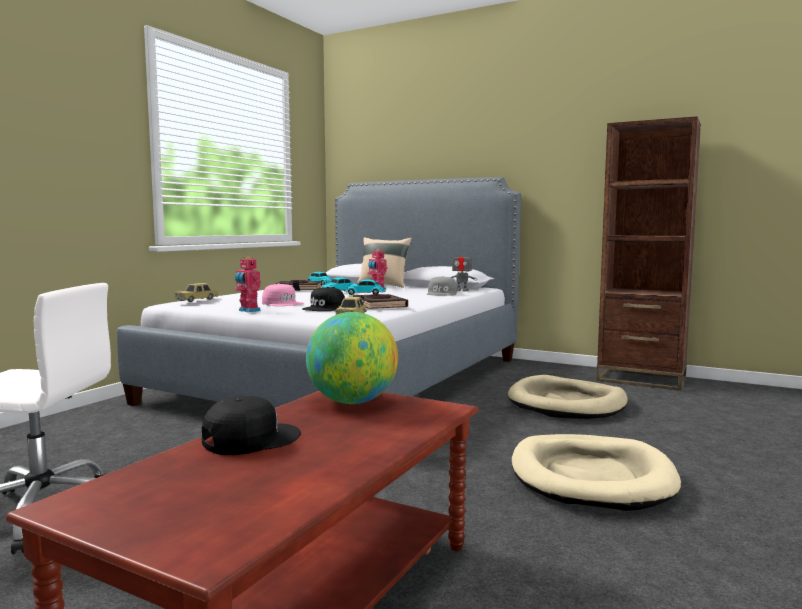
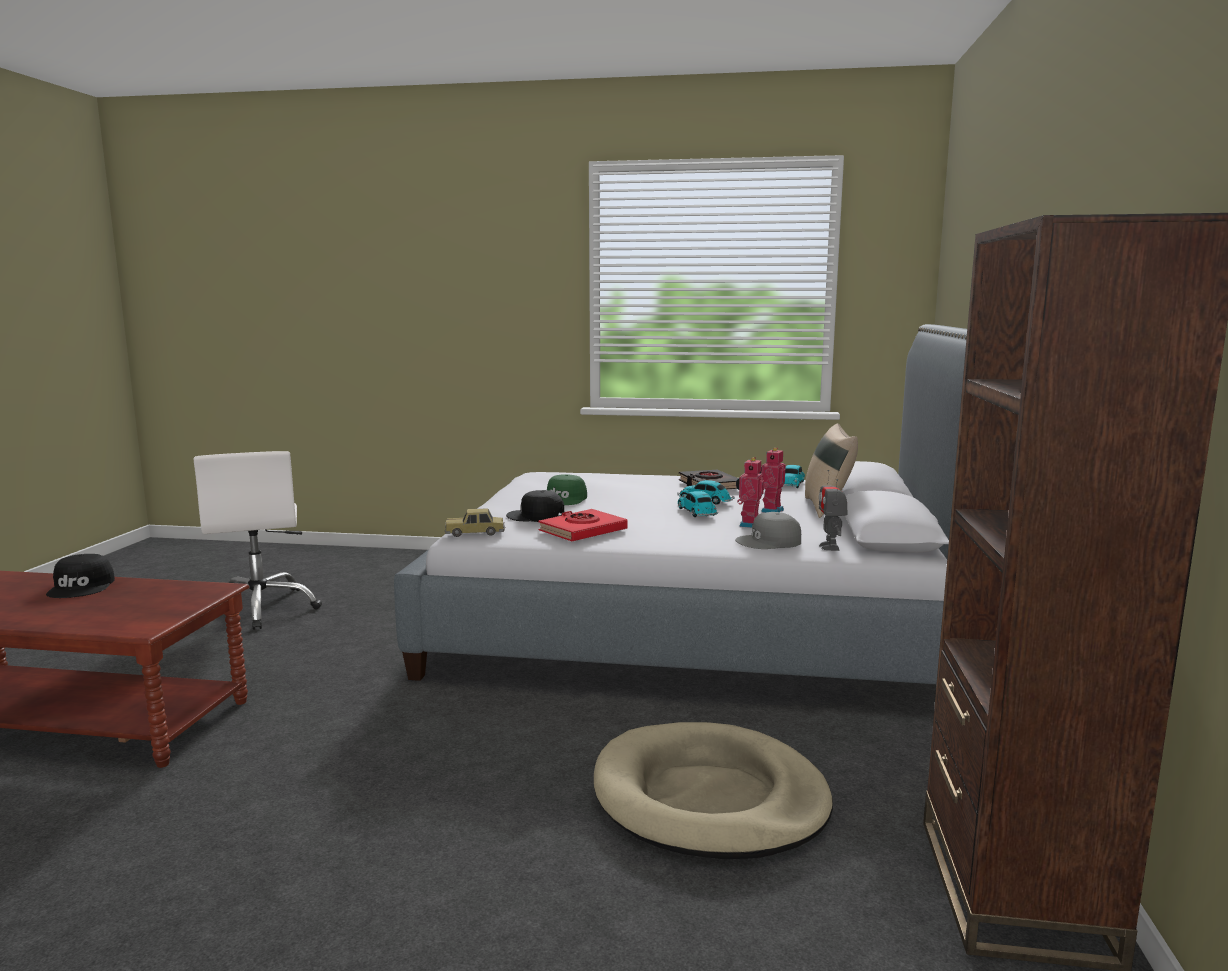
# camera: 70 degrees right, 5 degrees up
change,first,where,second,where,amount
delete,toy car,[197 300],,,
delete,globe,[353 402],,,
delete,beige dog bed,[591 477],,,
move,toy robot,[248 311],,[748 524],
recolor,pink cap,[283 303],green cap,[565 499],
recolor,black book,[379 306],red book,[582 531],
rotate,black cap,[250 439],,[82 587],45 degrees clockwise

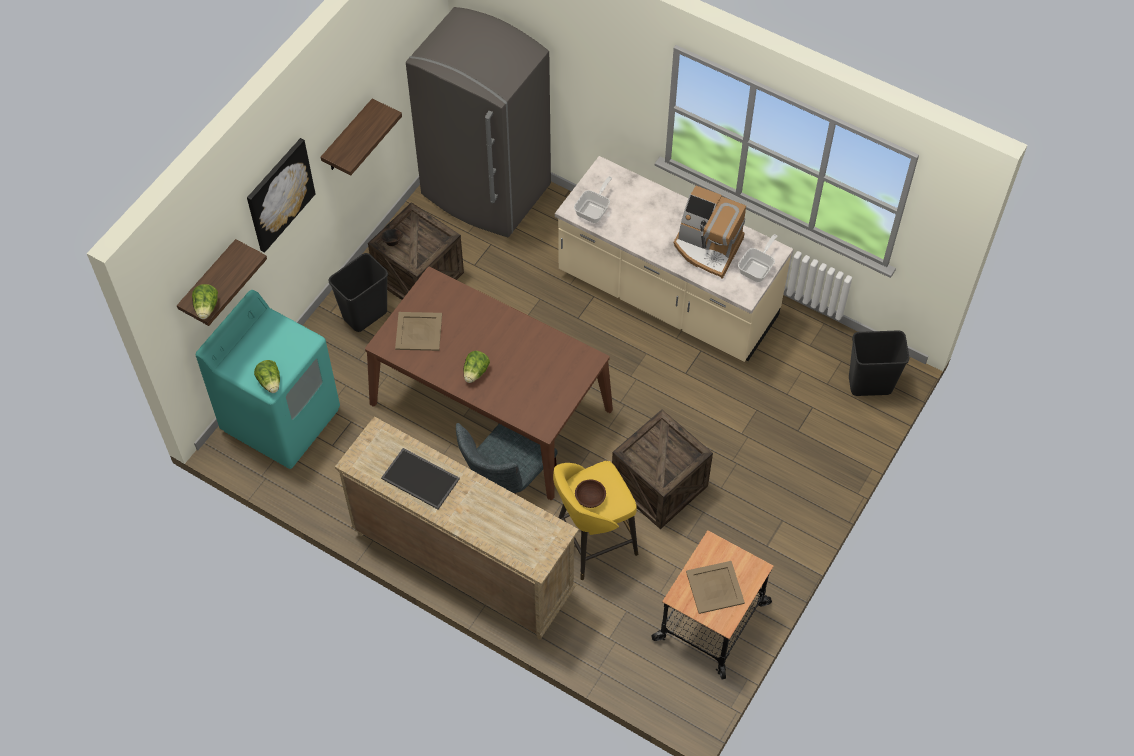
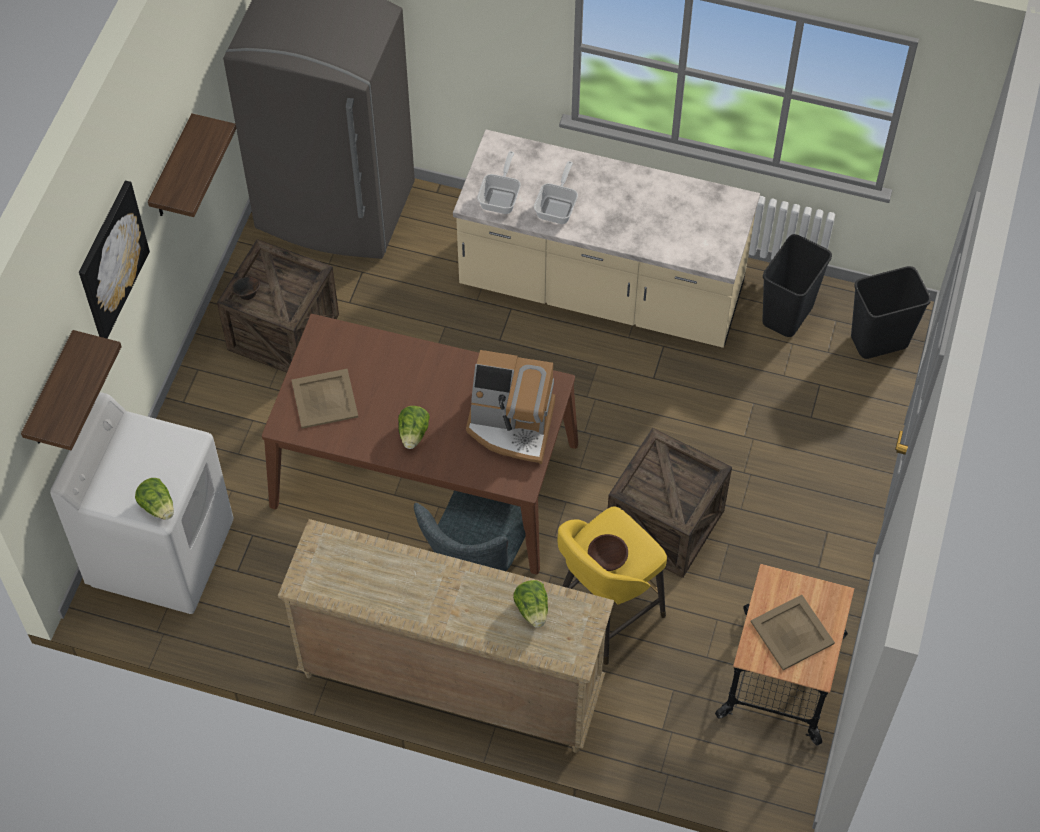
# camera: 15 degrees left, 0 degrees up
change,first,where,second,where,amount
delete,tray,[421 478],,,
move,lettuce,[207 308],,[532 610],
move,black trash can,[365 314],,[787 314],
move,coffee machine,[707 247],,[511 425],
move,frying pan,[758 268],,[558 207],
recolor,turquoise washing machine,[282 419],white washing machine,[162 552],

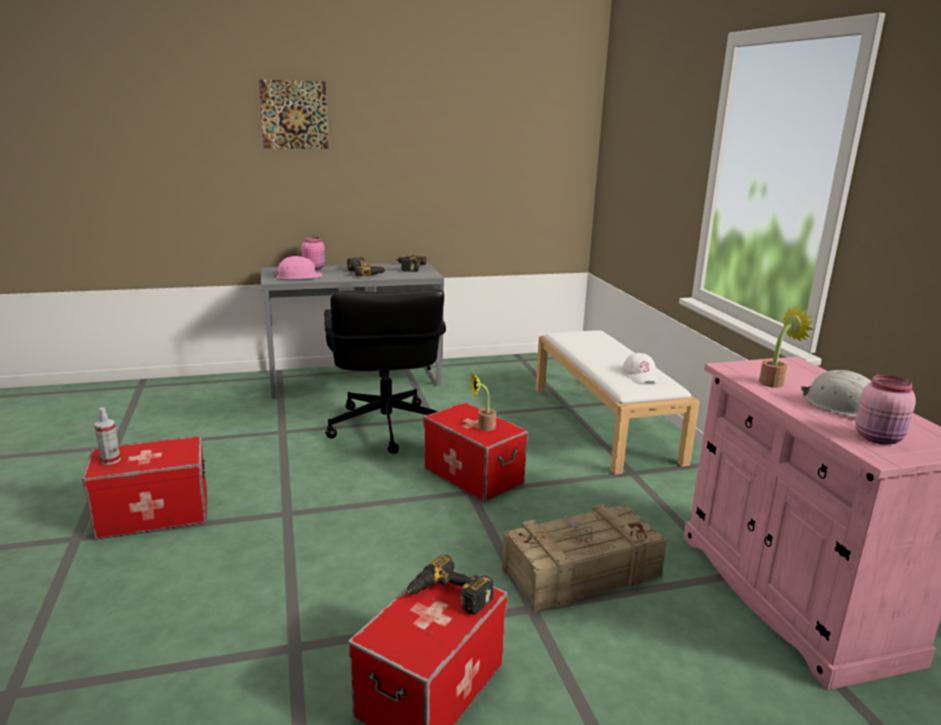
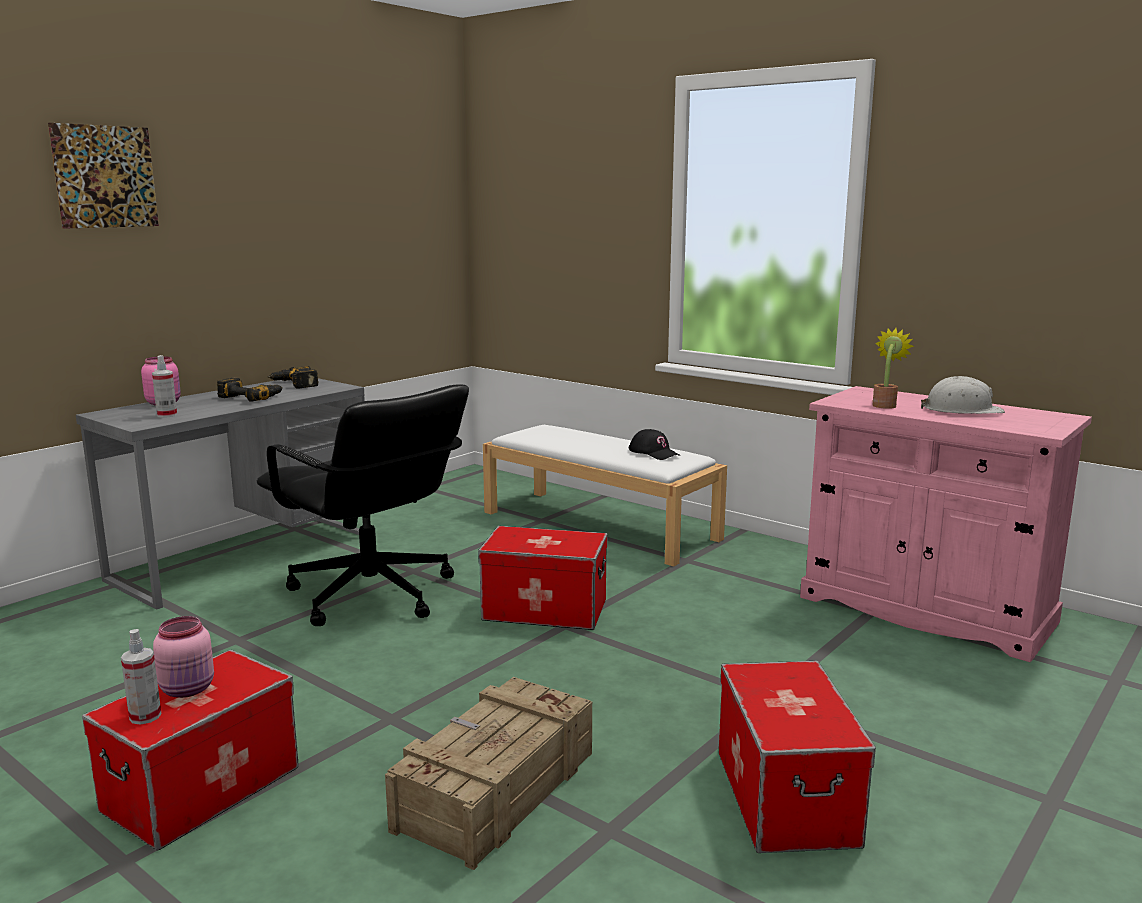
# camera: 35 degrees left, 5 degrees down
change,first,where,second,where,amount
delete,power drill,[448 596],,,
delete,potted plant,[482 427],,,
move,crate,[579 572],,[494 790],
move,pink jar,[879 438],,[189 689],
replace,pink hard hat,[298 276],spray bottle,[167 415],
recolor,white cap,[641 374],black cap,[654 453],

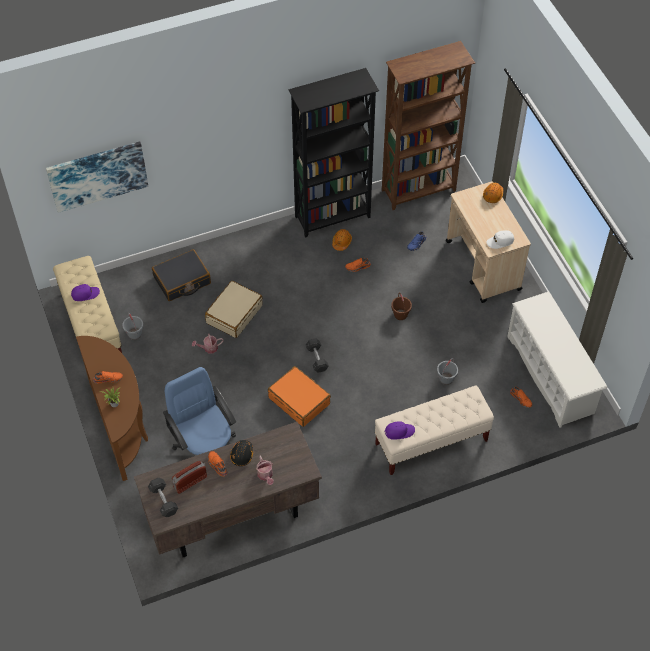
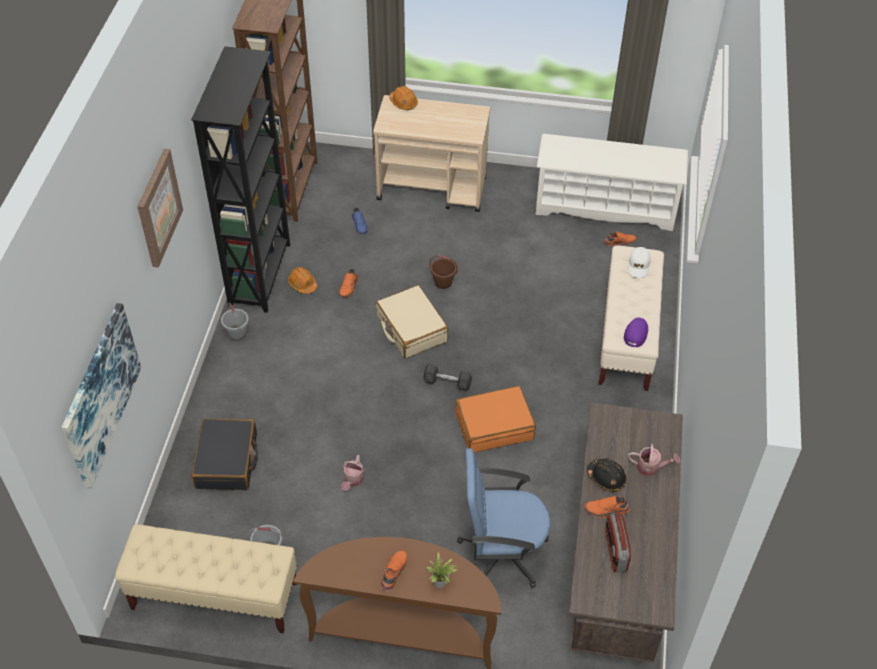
# camera: 60 degrees left, 5 degrees down
change,first,where,second,where,amount
delete,purple cap,[85 294],,,
delete,grey dumbbell,[163 500],,,
insert,,,picture,[158 207],
move,beige suitcase,[234 314],,[411 329],
move,grey bucket,[446 379],,[237 333],
move,white cap,[500 241],,[638 265],

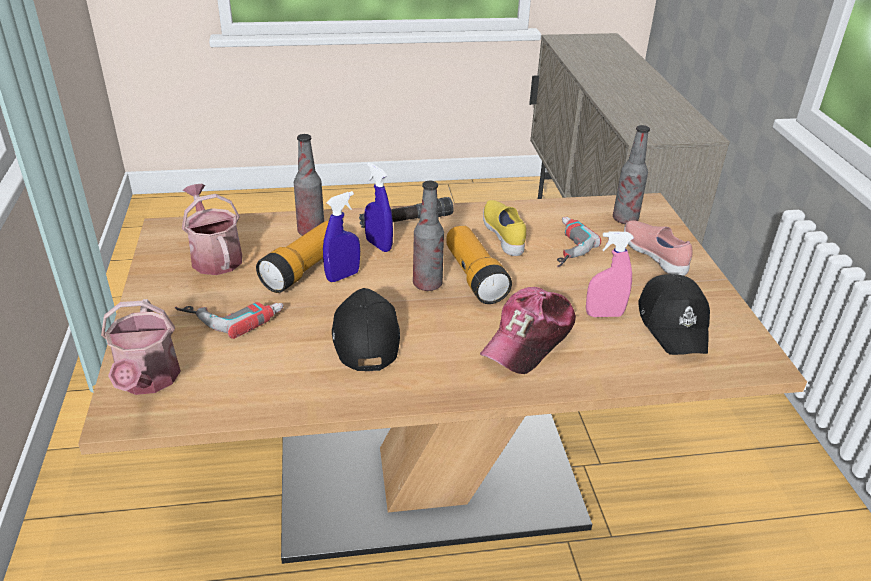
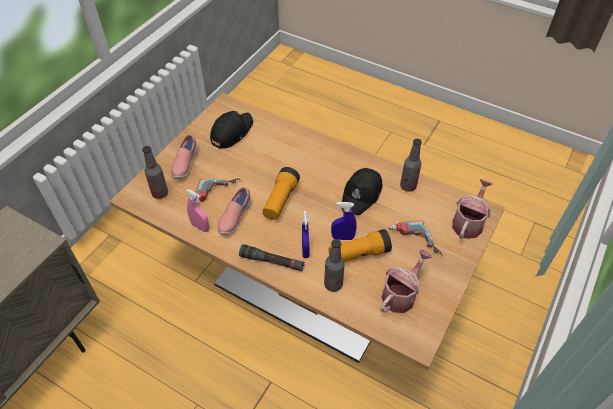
# camera: 140 degrees left, 15 degrees up
change,first,where,second,where,amount
delete,cap,[529 339],,,
move,bottle,[427 284],,[408 186],
move,pink spray bottle,[604 314],,[200 227],
recolor,yellow shoe,[504 236],pink shoe,[234 218],
rotate,watering can,[214 256],,[401 294],150 degrees counterclockwise

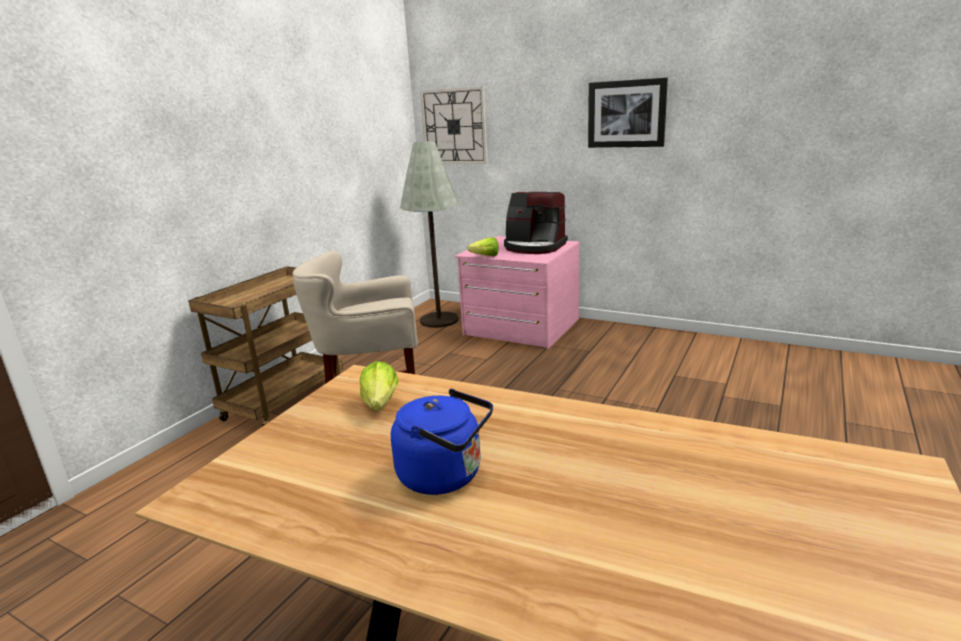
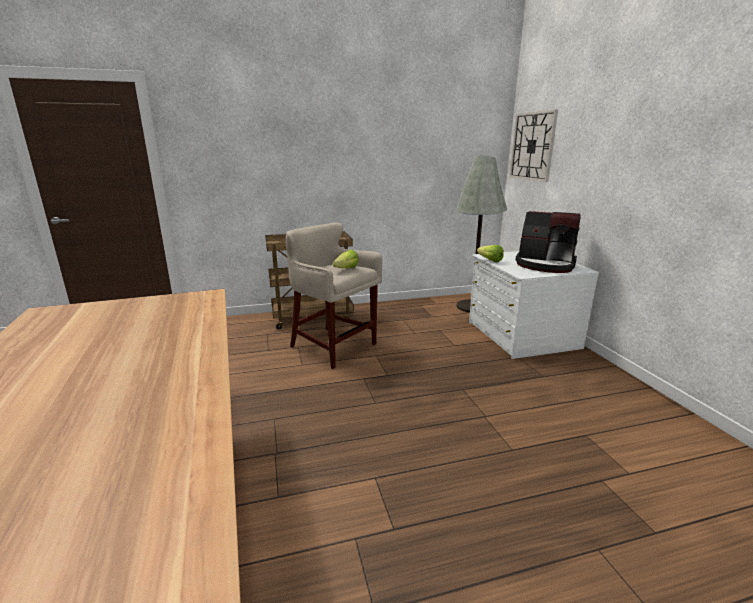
# camera: 45 degrees right, 0 degrees up
change,first,where,second,where,amount
delete,blue kettle,[445 476],,,
delete,picture,[626 114],,,
move,lettuce,[378 408],,[344 269],
recolor,pink dresser,[521 328],white dresser,[520 335],
rotate,coffee machine,[534 247],,[545 265],45 degrees counterclockwise

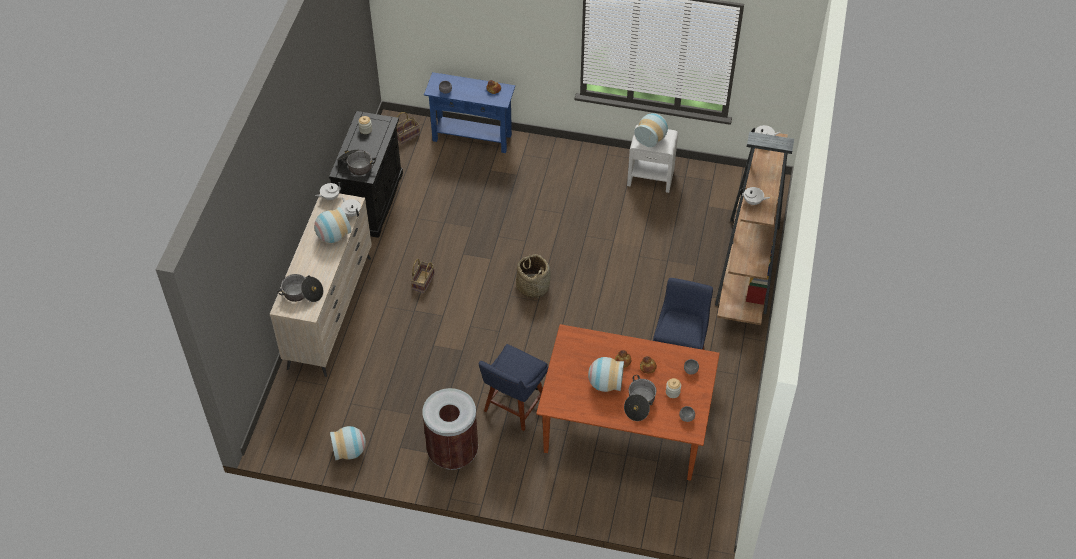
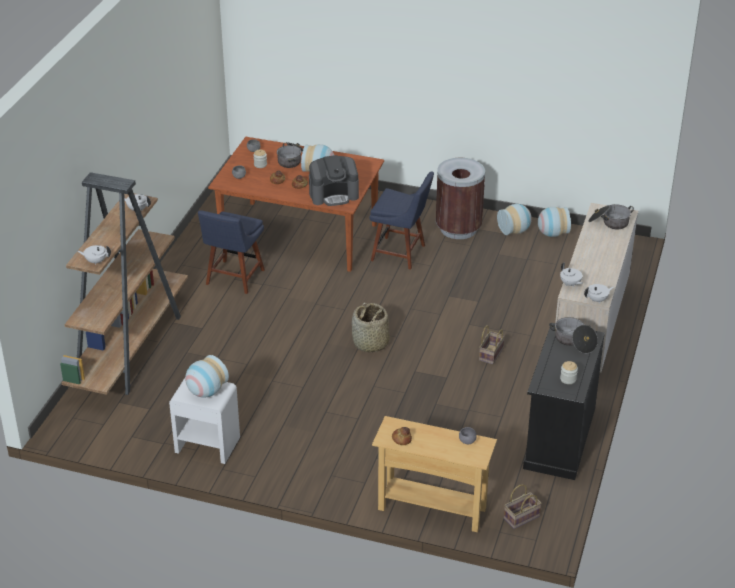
# camera: 175 degrees left, 15 degrees down
change,first,where,second,where,amount
insert,,,coffee machine,[334 194],
move,vase,[332 236],,[515 231],
recolor,blue console table,[472 138],beige console table,[432 508],
rotate,blue chair,[513 407],,[401 253],75 degrees clockwise

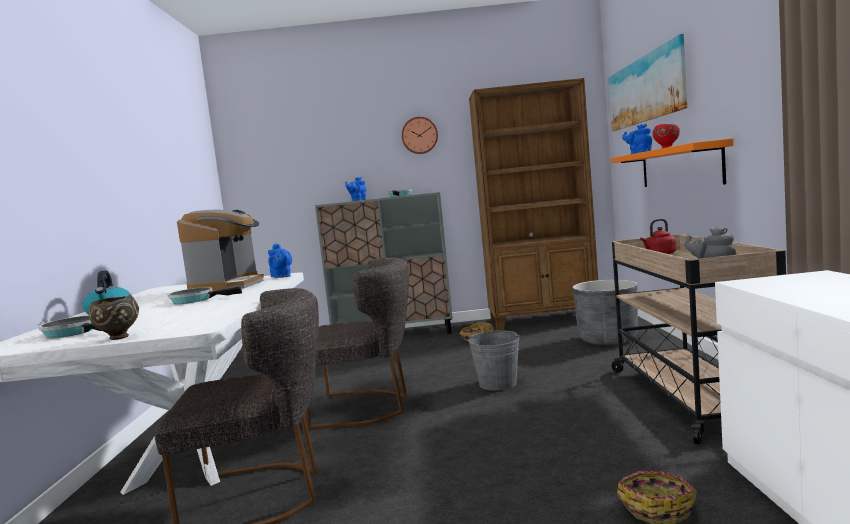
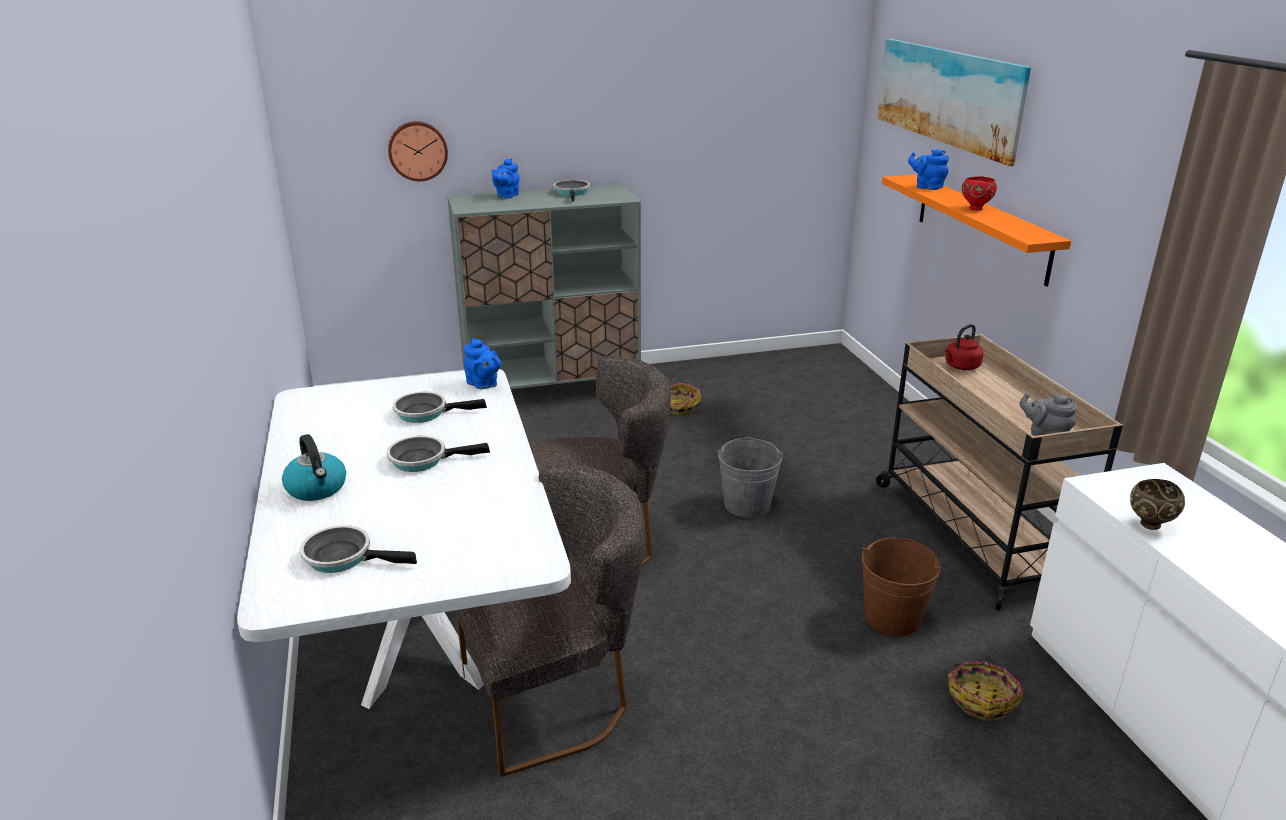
# camera: 15 degrees left, 20 degrees up
change,first,where,second,where,amount
delete,brown bookcase,[543 320],,,
delete,grey planter,[608 339],,,
insert,,,brown bucket,[892 618],
move,brown bowl,[117 338],,[1149 525],
move,wall clock,[419 135],,[417 150],
replace,coffee machine,[227 287],frying pan,[426 412],

